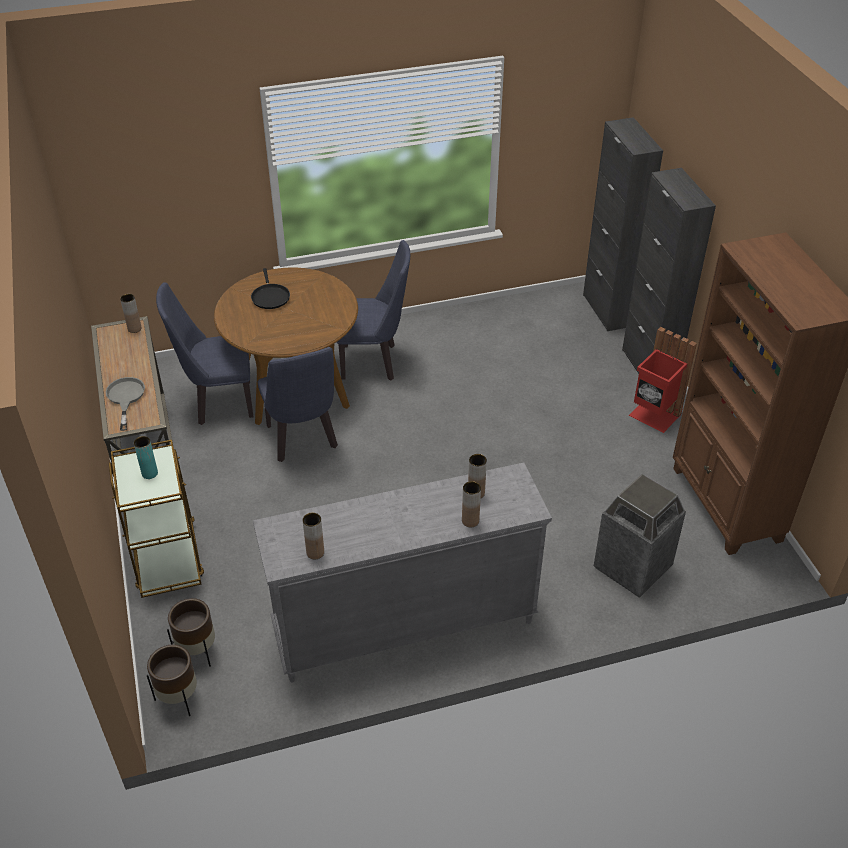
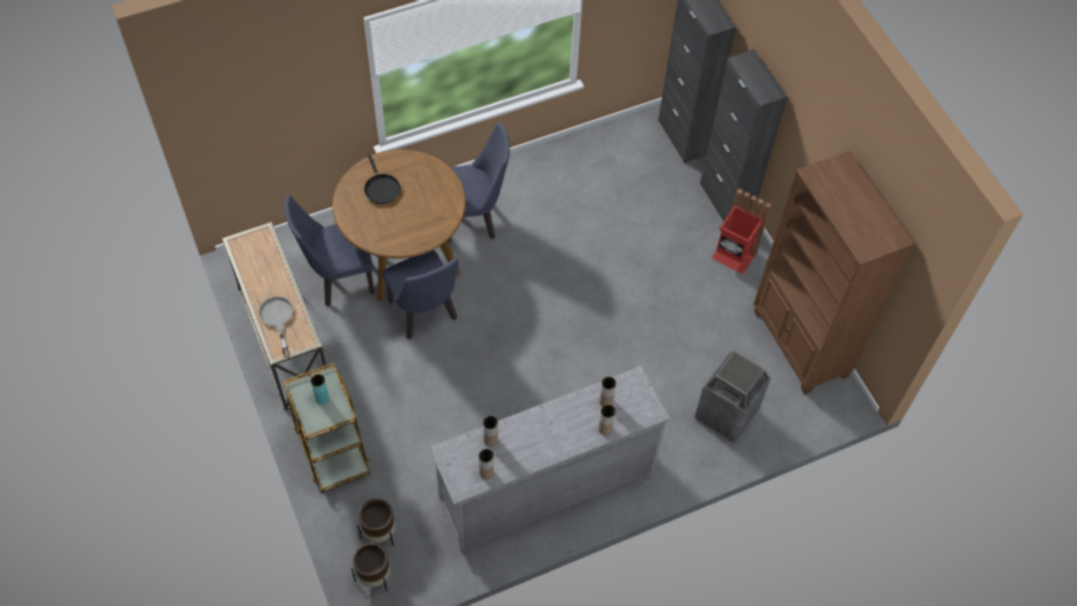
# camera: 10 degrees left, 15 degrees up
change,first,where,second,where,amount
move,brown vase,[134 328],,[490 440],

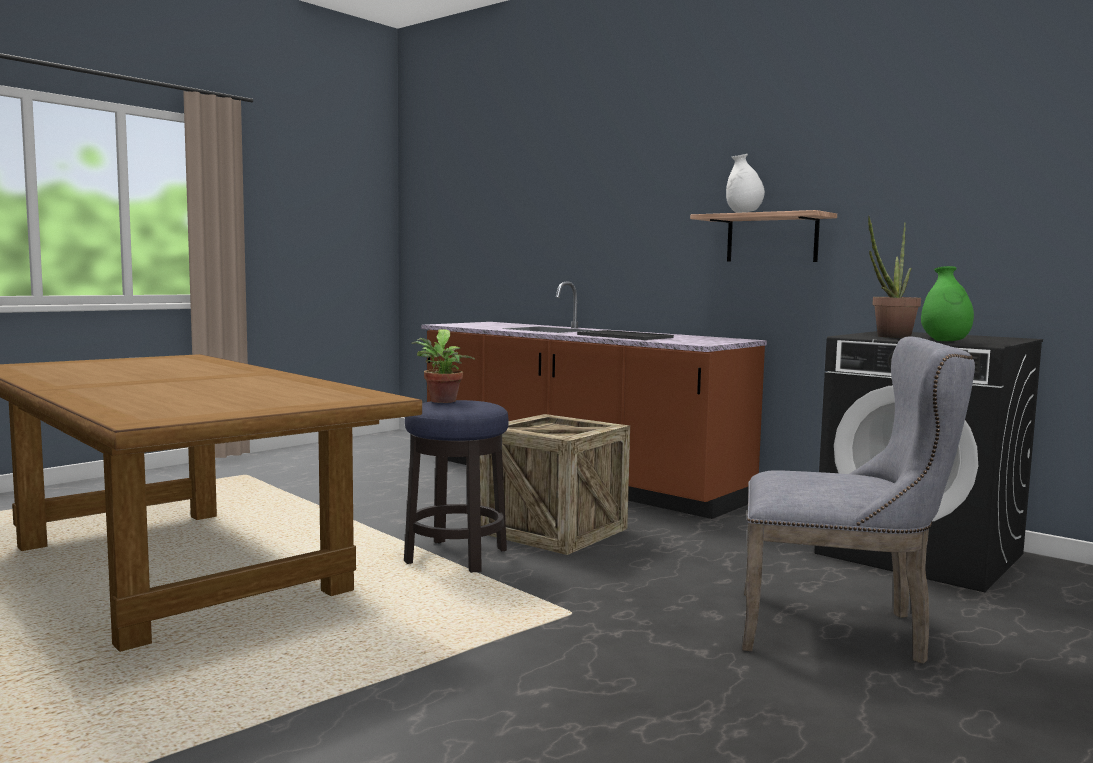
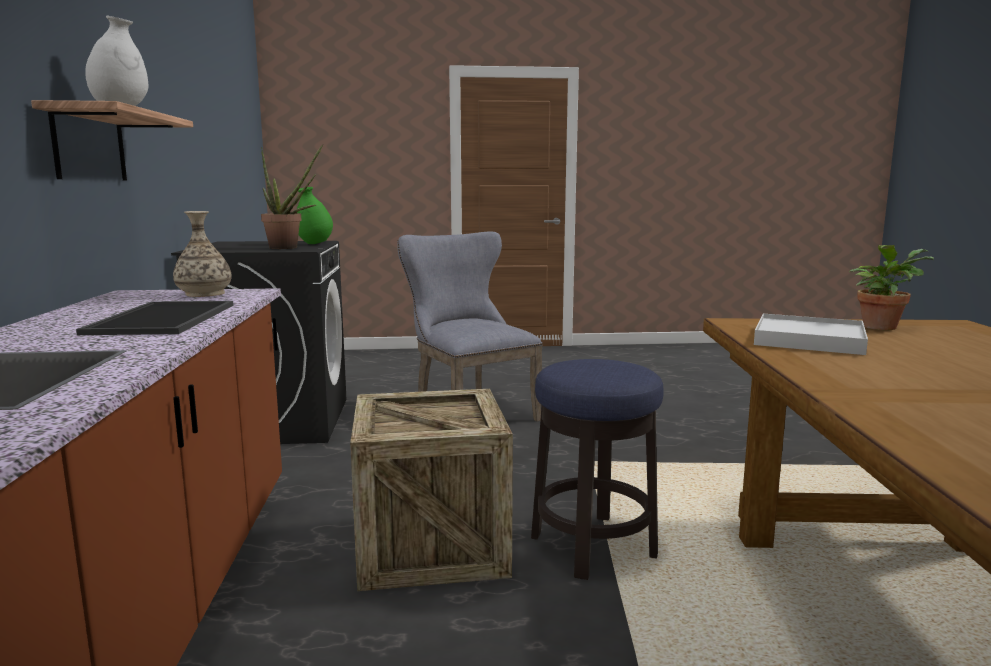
# camera: 135 degrees left, 5 degrees up
change,first,where,second,where,amount
insert,,,vase,[204 294],
insert,,,white tray,[809 339],
move,potted plant,[442 401],,[881 326],

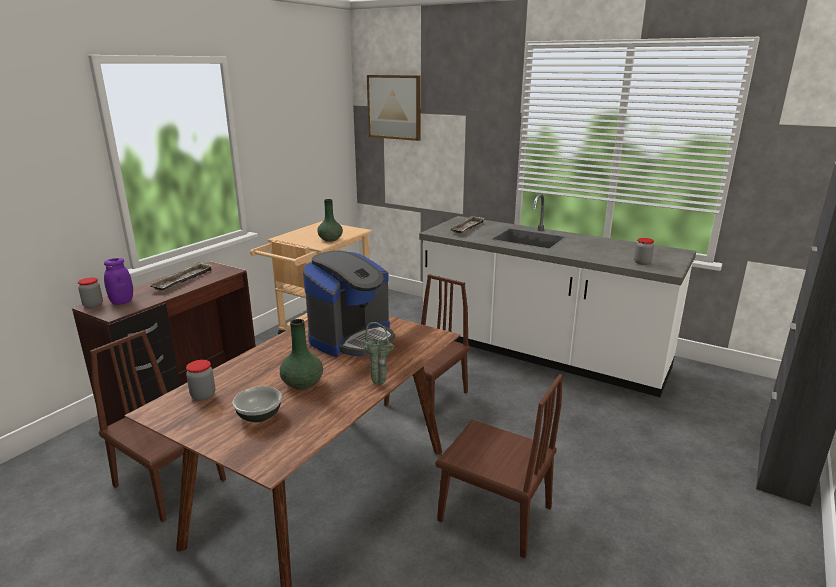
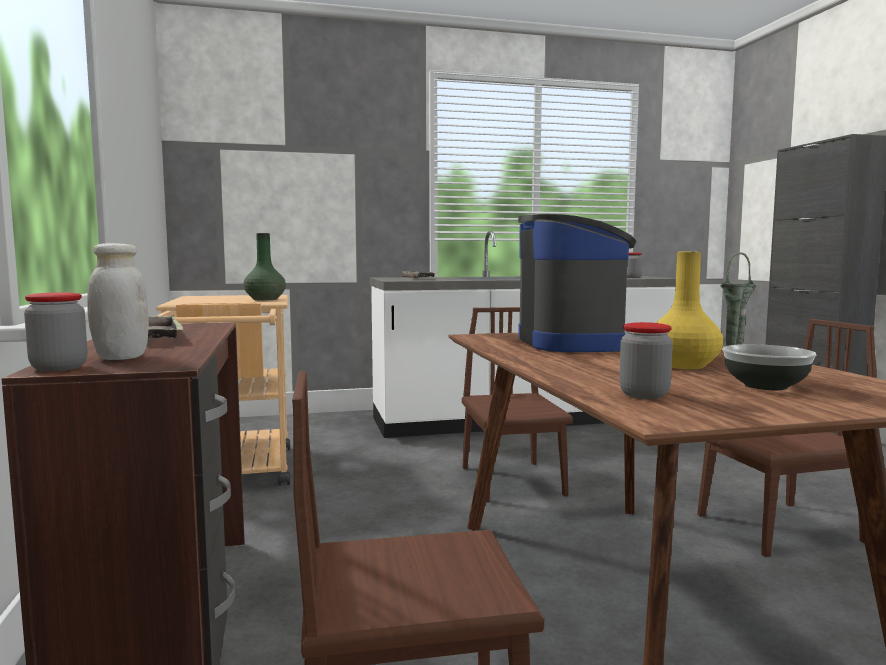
# camera: 45 degrees left, 15 degrees down
change,first,where,second,where,amount
delete,picture,[394 107],,,
recolor,purple jar,[122 302],white jar,[121 357],
recolor,green vase,[302 383],yellow vase,[682 365],

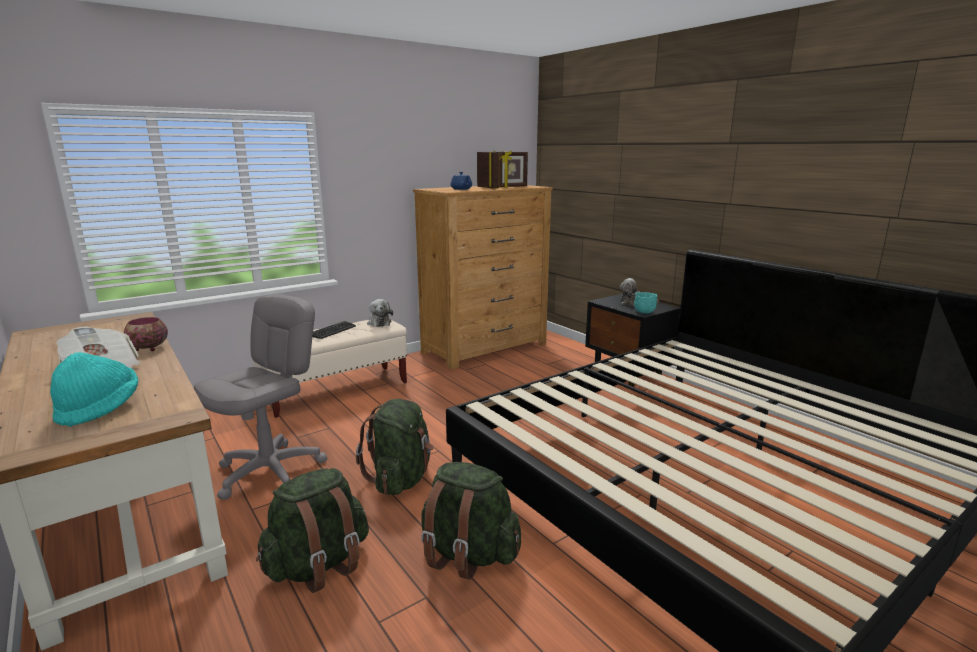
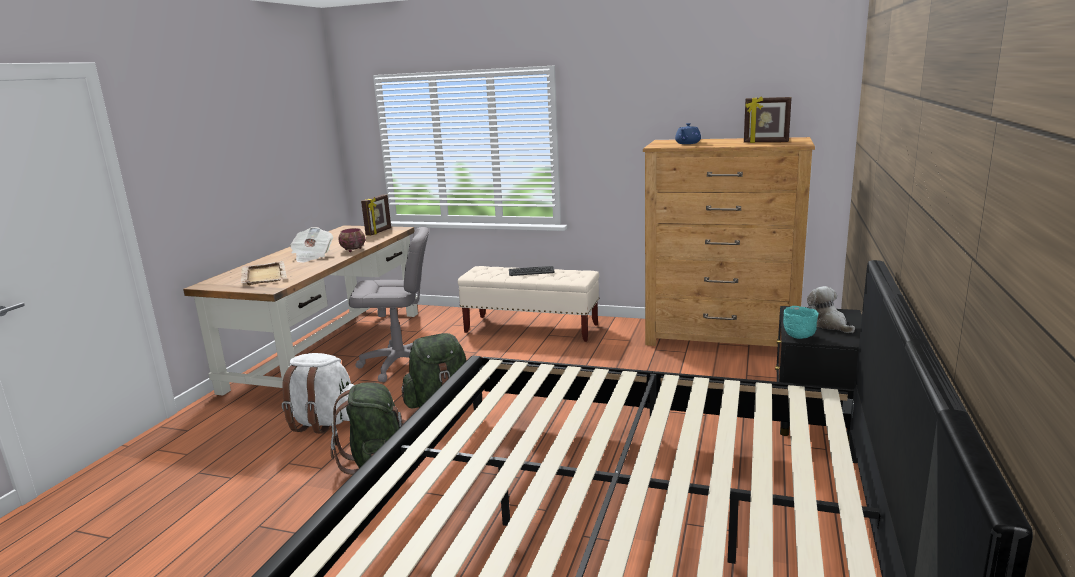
# camera: 55 degrees right, 0 degrees up
change,first,where,second,where,amount
delete,plush toy,[379 322],,,
move,picture frame,[488 188],,[379 232],
replace,turquoise hat,[99 409],beige tray,[264 275],
recolor,green backpack,[318 565],white backpack,[323 422],

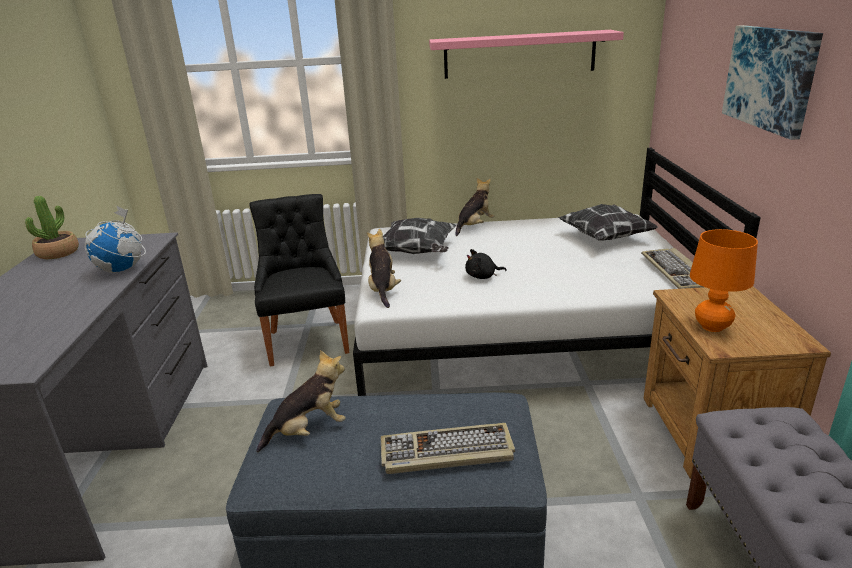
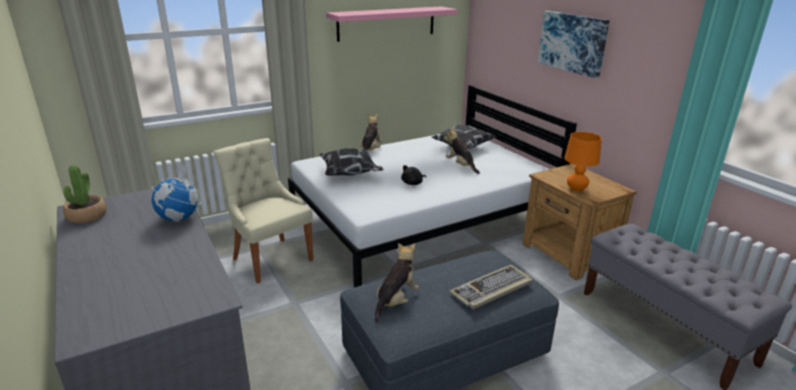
# camera: 30 degrees left, 0 degrees up
change,first,where,second,where,amount
delete,keyboard,[676 271],,,
move,plush toy,[383 290],,[460 166],
recolor,black chair,[307 340],beige chair,[270 258],

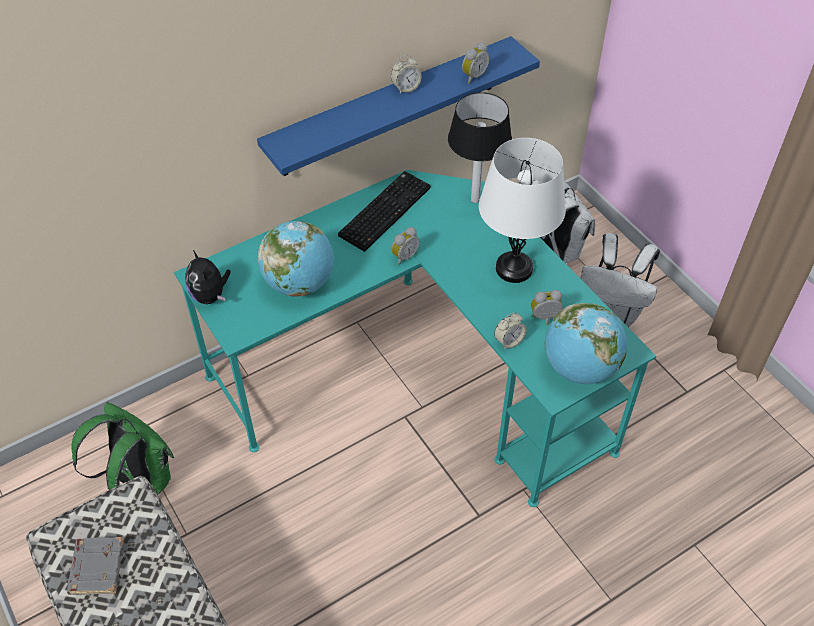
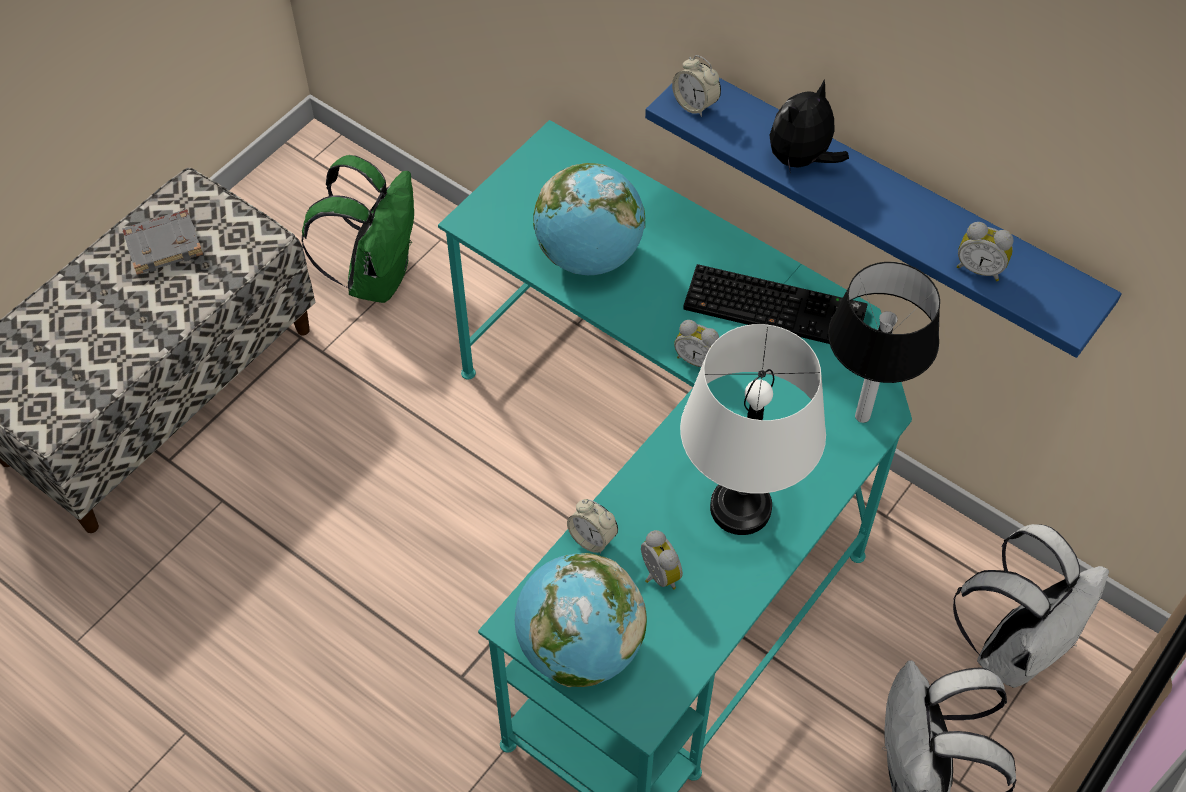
# camera: 70 degrees right, 5 degrees up
change,first,where,second,where,amount
move,plush toy,[210 295],,[801 160],
move,alarm clock,[405 88],,[695 104],

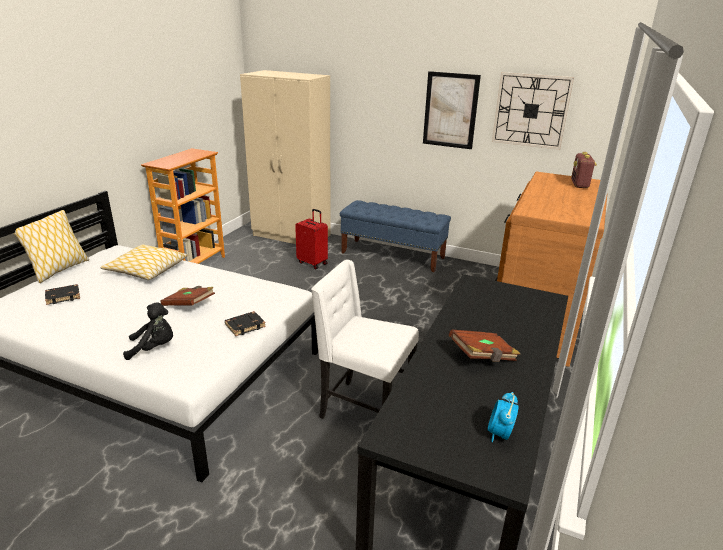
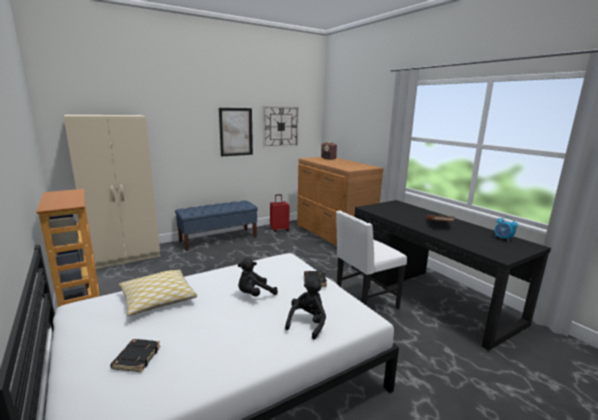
# camera: 55 degrees left, 10 degrees down
change,first,where,second,where,amount
delete,pillow,[58 270],,,
move,red suitcase,[313 263],,[279 229],
replace,brown book,[189 305],black plush toy,[254 294],

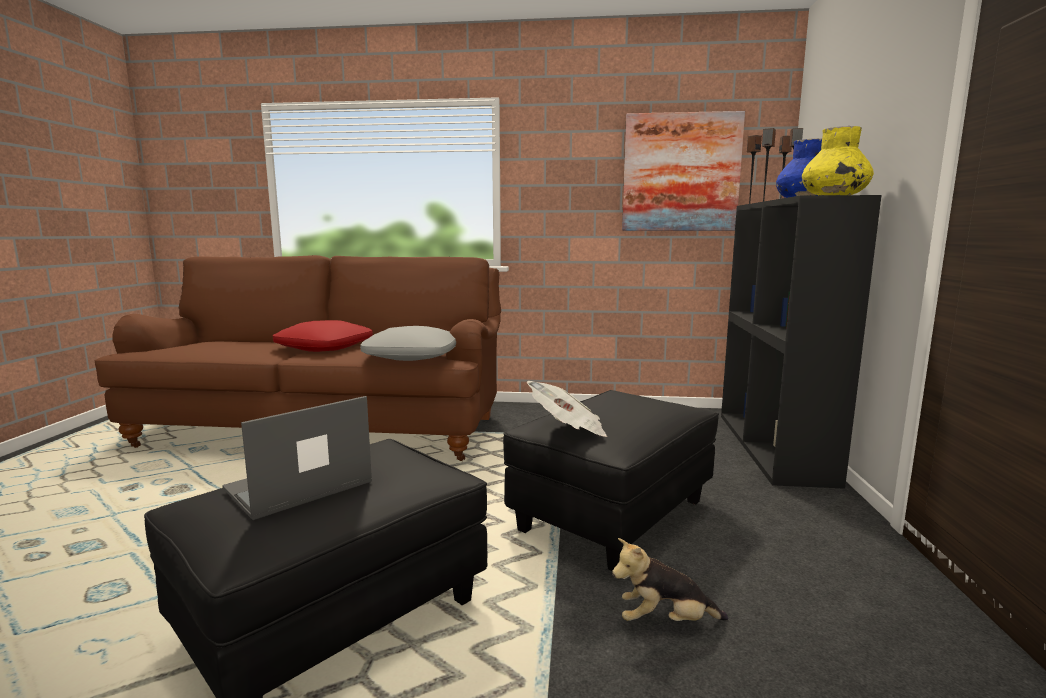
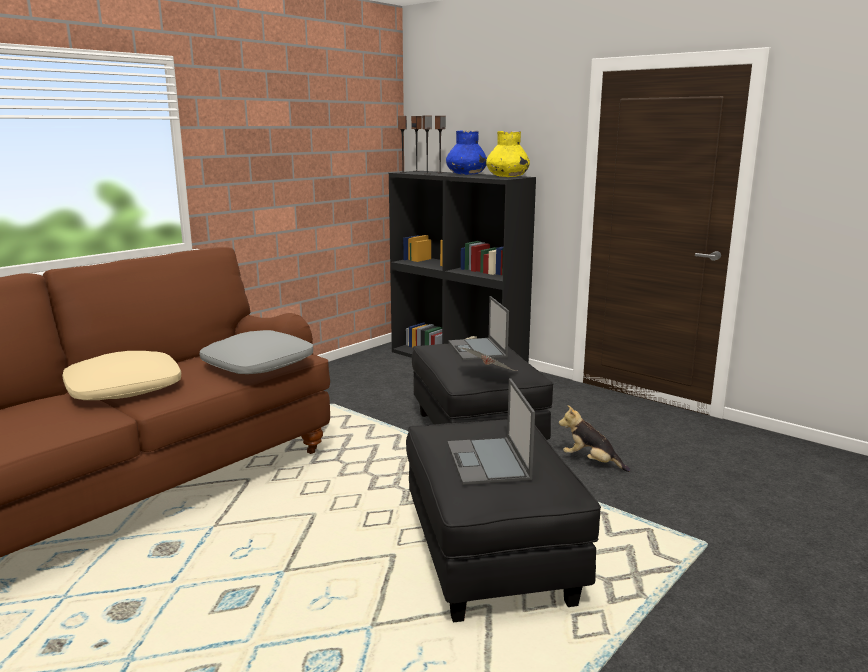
# camera: 55 degrees left, 5 degrees up
change,first,where,second,where,amount
delete,picture,[681 173],,,
insert,,,laptop,[477 349],
recolor,red pillow,[325 347],beige pillow,[124 388],
rotate,plush toy,[665 621],,[591 462],90 degrees clockwise

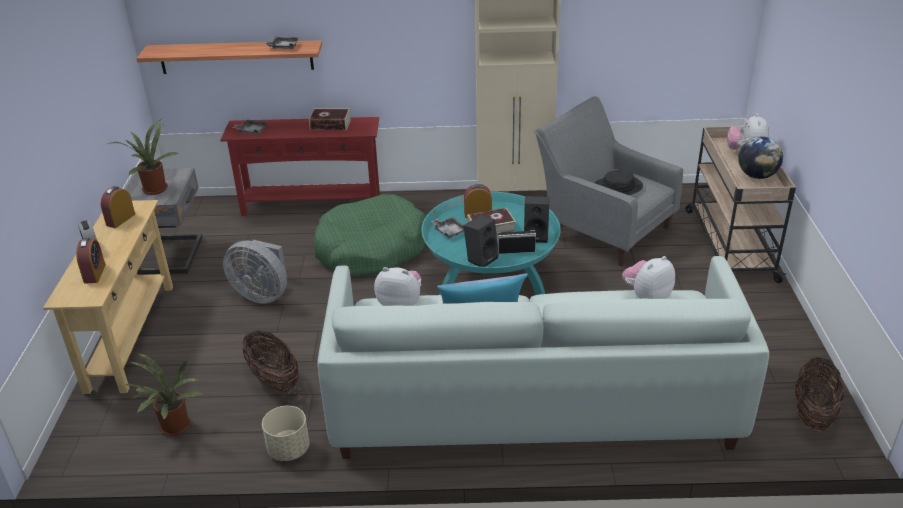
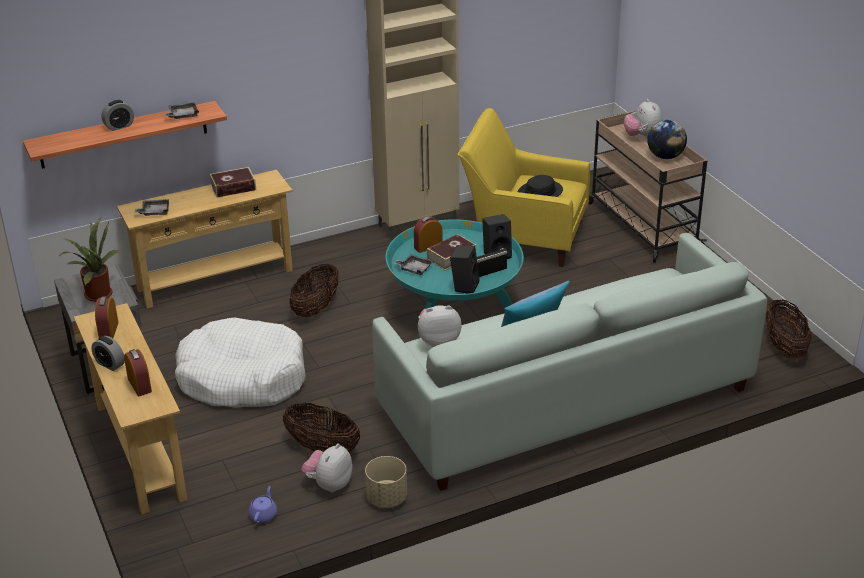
# camera: 25 degrees left, 0 degrees up
change,first,where,second,where,amount
insert,,,alarm clock,[119 126],
move,plush toy,[647 297],,[329 484],
replace,potted plant,[173 429],purple teapot,[263 515],
replace,grey fan,[263 294],white dog bed,[242 378],
replace,green dog bed,[371 249],basket,[316 308],
recolor,red console table,[311 205],beige console table,[215 279],
recolor,grey armchair,[603 229],yellow armchair,[524 237],

